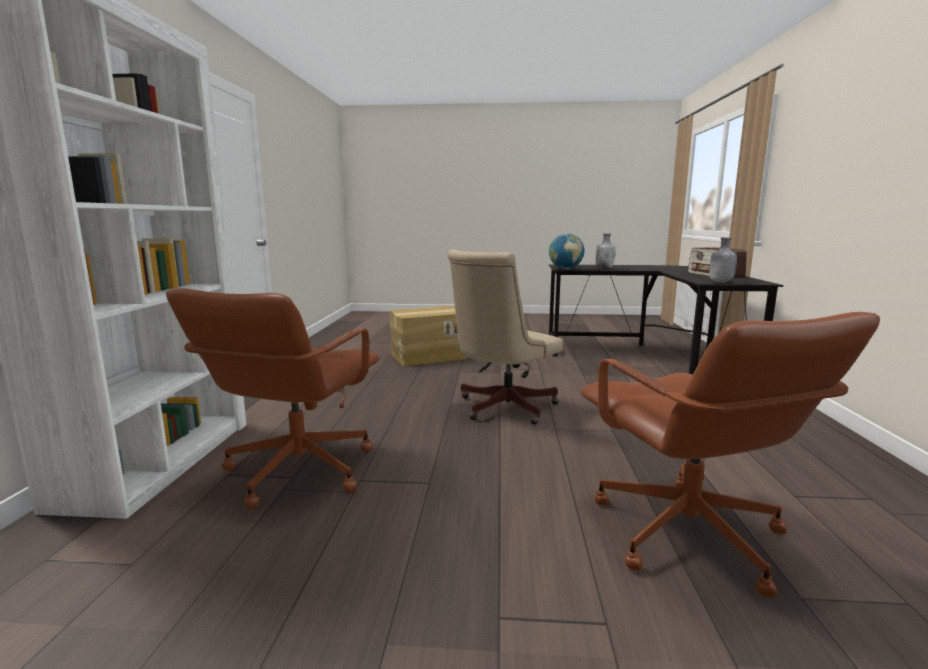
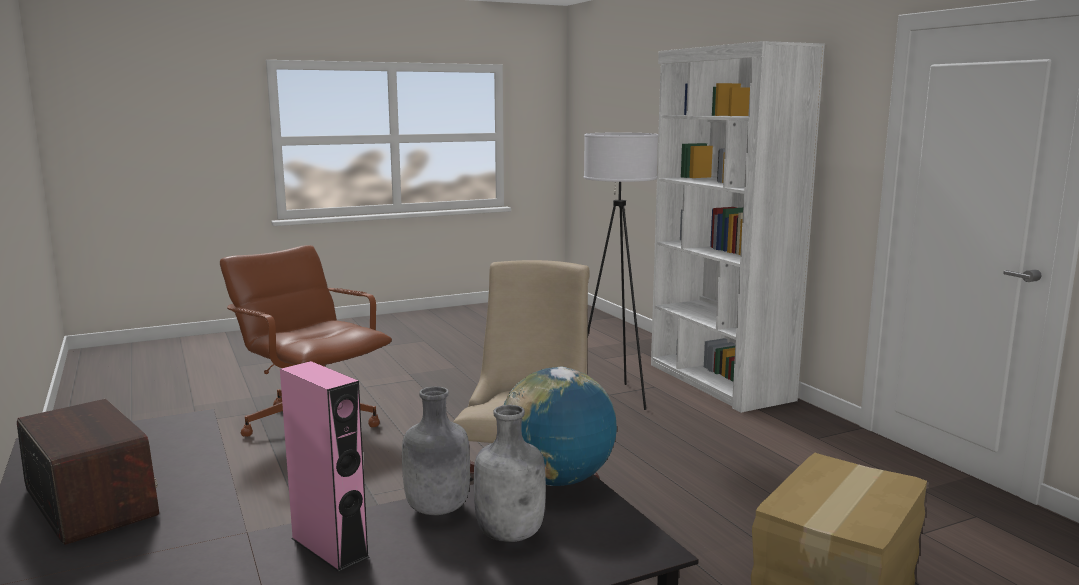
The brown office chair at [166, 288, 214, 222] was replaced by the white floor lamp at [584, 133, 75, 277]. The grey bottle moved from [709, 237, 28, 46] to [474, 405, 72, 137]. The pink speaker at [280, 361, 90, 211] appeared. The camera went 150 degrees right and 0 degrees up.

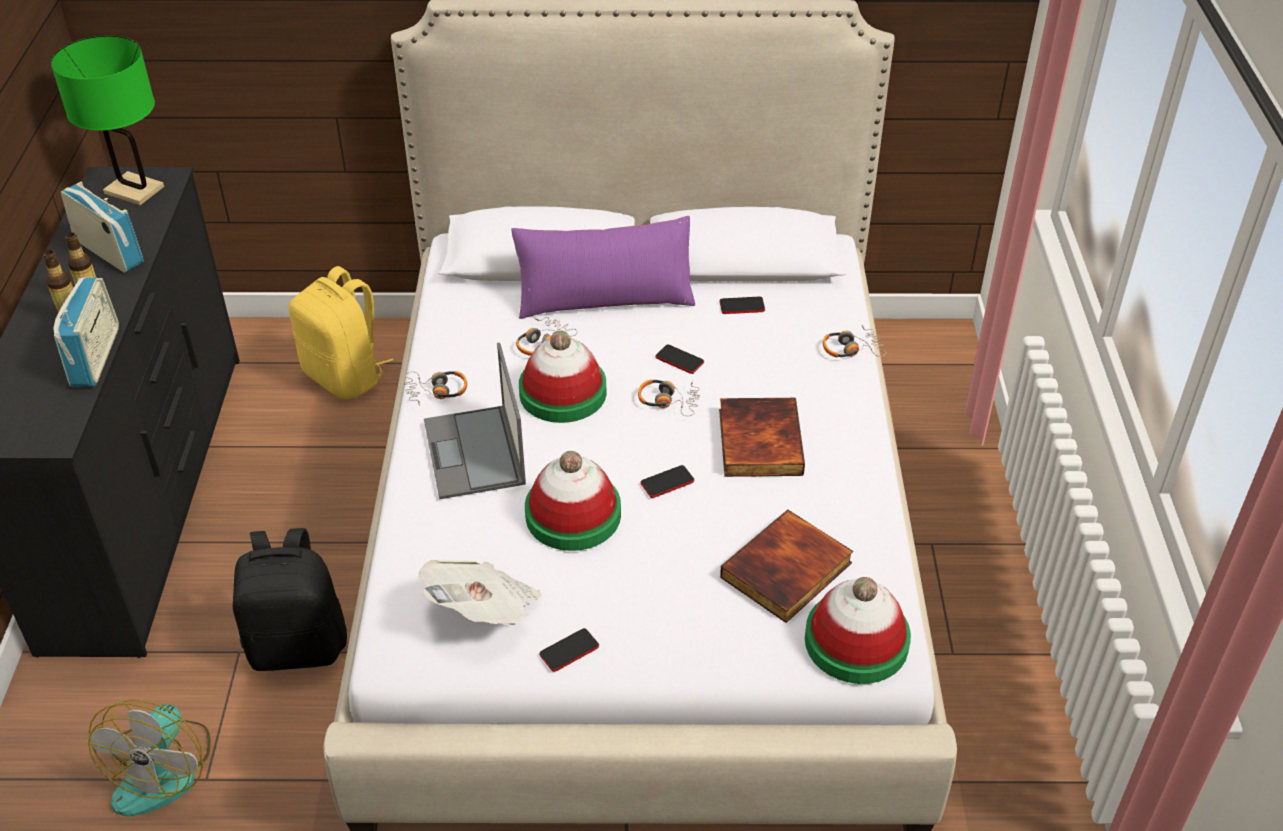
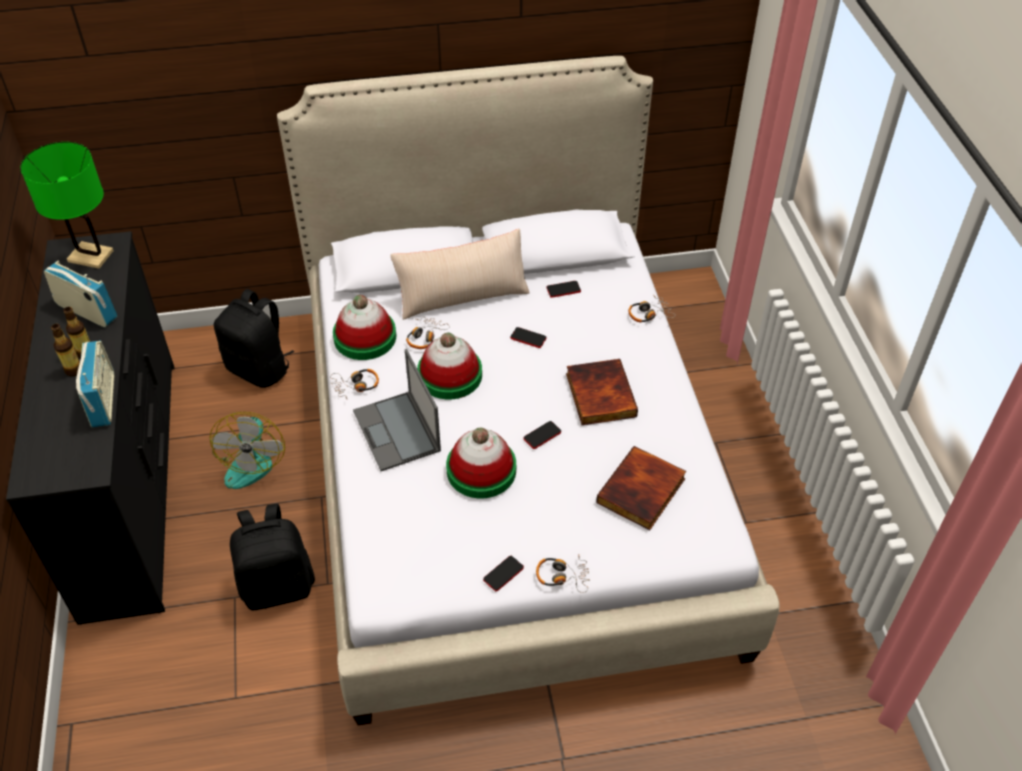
The fan moved from [88, 700, 123, 116] to [209, 412, 76, 77]. The yellow backpack at [289, 266, 105, 133] became the black backpack at [214, 289, 80, 99]. The newspaper at [418, 560, 124, 66] disappeared. The purple pillow at [511, 216, 184, 103] became the beige pillow at [390, 229, 140, 91]. The headphones moved from [638, 380, 62, 36] to [536, 556, 54, 37]. The hat moved from [805, 577, 106, 107] to [333, 295, 63, 65]. The camera went 10 degrees left and 5 degrees up.

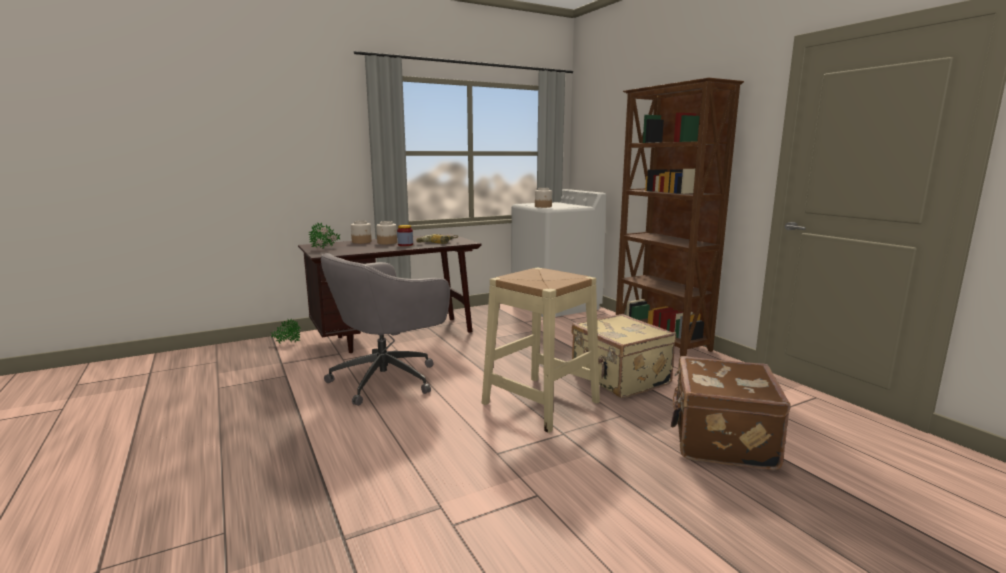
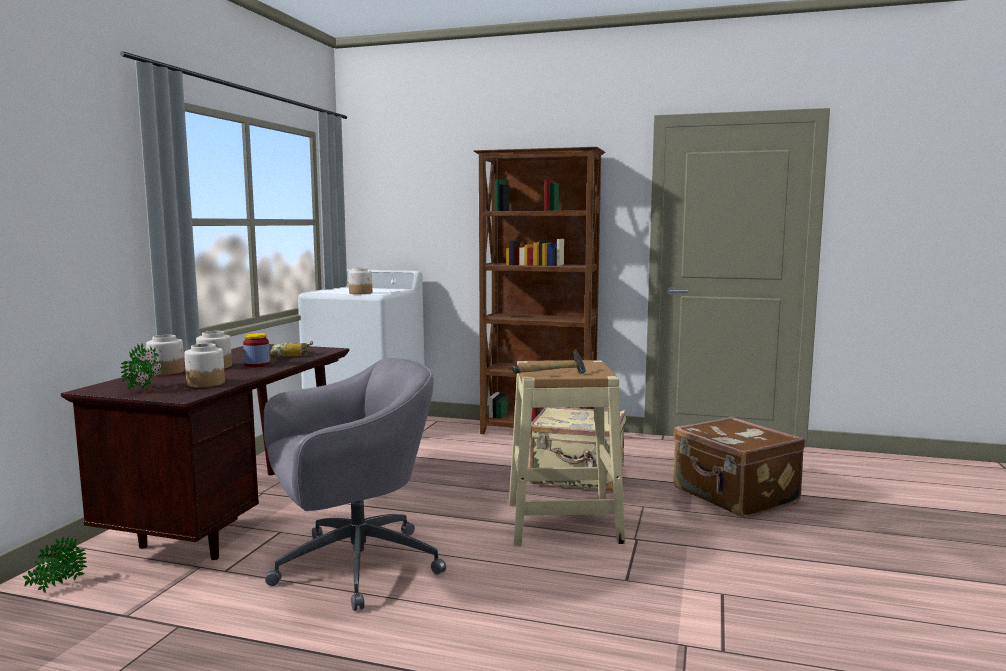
The grey office chair at [321, 253, 129, 153] turned 120 degrees counterclockwise. The jar at [184, 343, 41, 44] appeared. The hammer at [512, 349, 74, 25] appeared. The camera went 45 degrees left and 5 degrees down.

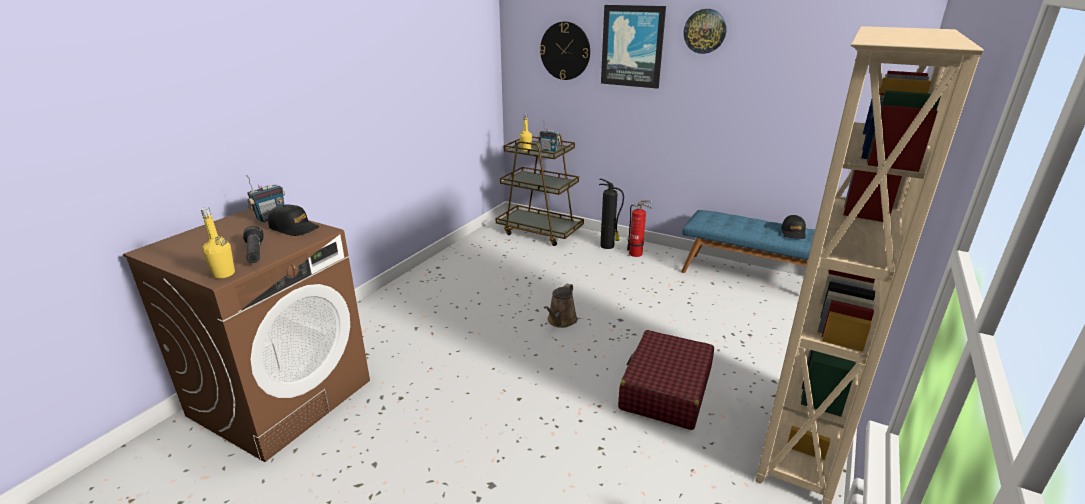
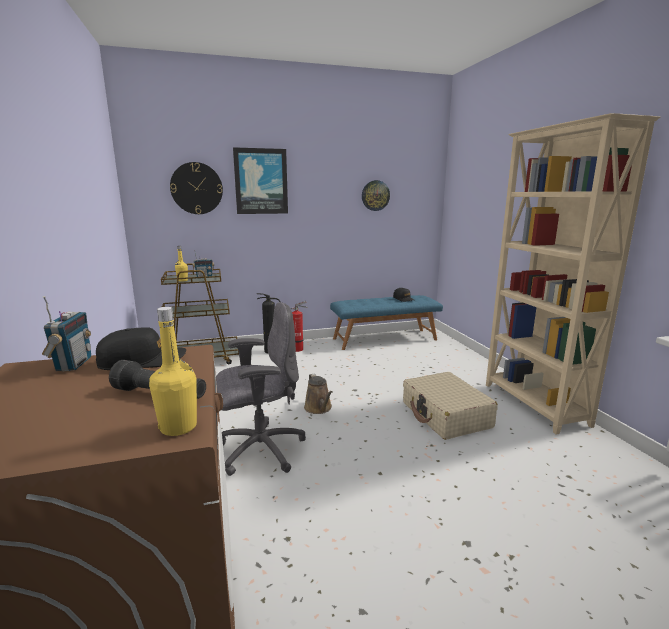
The red suitcase at [618, 330, 96, 100] became the beige suitcase at [403, 372, 95, 68]. The wall clock moved from [684, 9, 43, 45] to [362, 180, 28, 31]. The grey office chair at [216, 302, 90, 174] appeared. The camera went 45 degrees left and 10 degrees down.

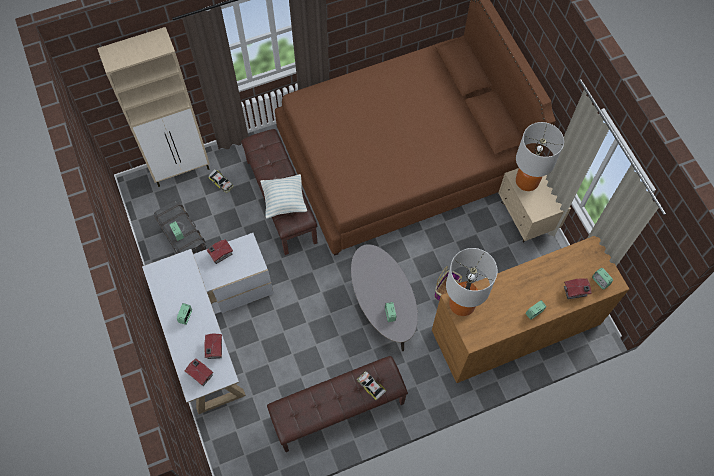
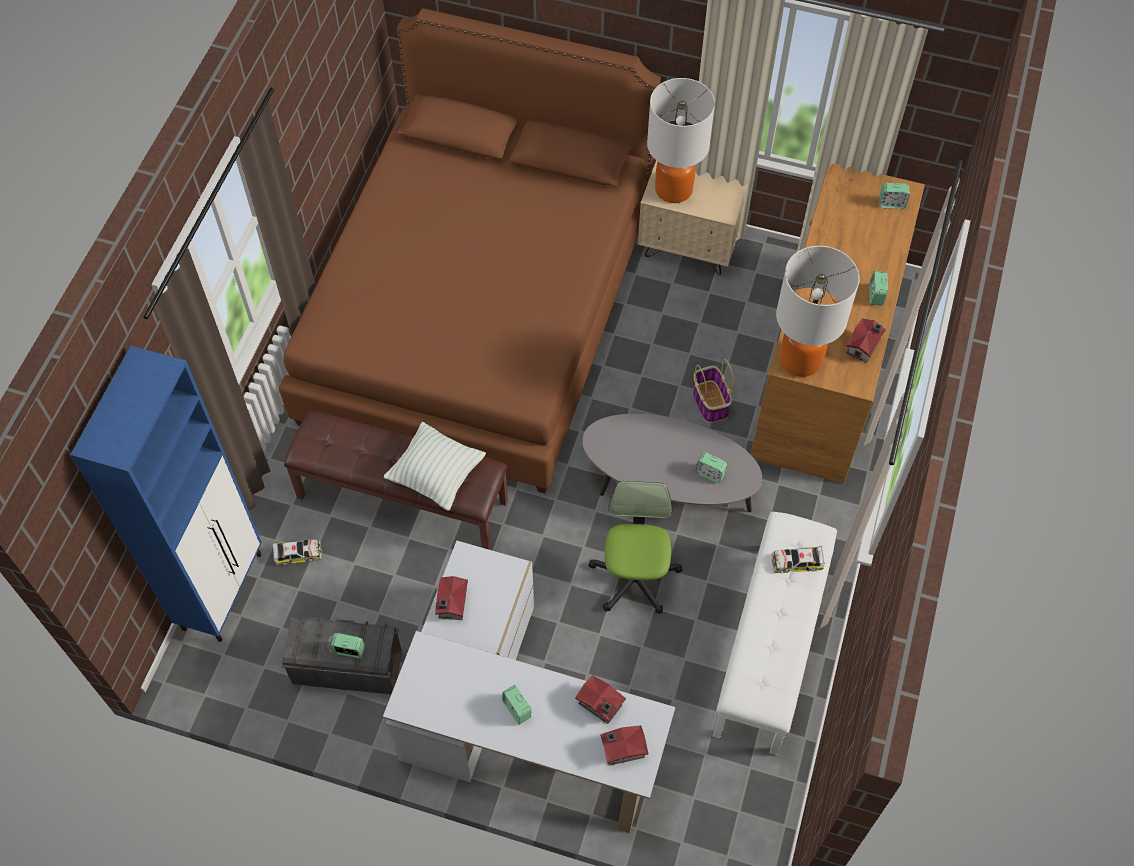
The beige cabinet at [97, 27, 113, 160] became the blue cabinet at [70, 346, 192, 296]. The brown bench at [267, 356, 141, 96] became the white bench at [712, 512, 125, 243]. The toy house moved from [564, 278, 28, 21] to [846, 318, 40, 45]. The office chair at [588, 481, 95, 133] appeared. The camera went 50 degrees left and 5 degrees down.

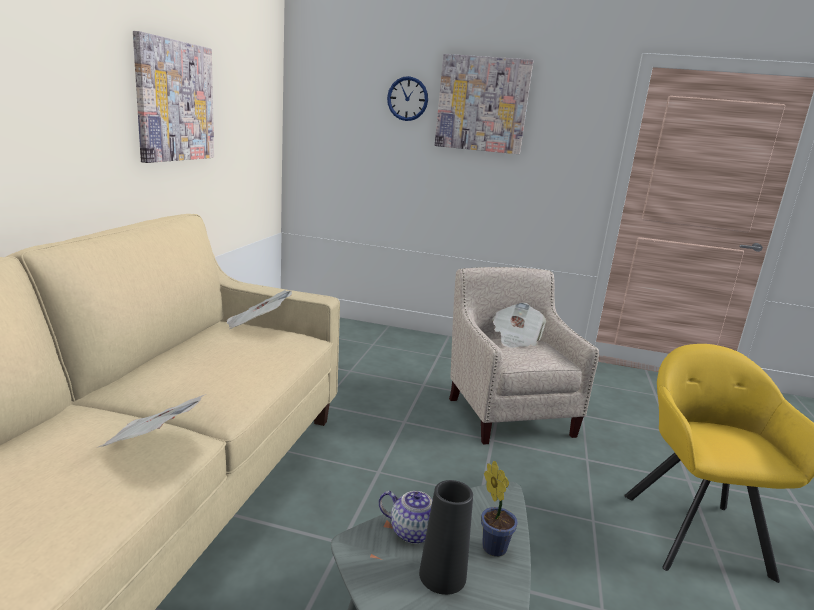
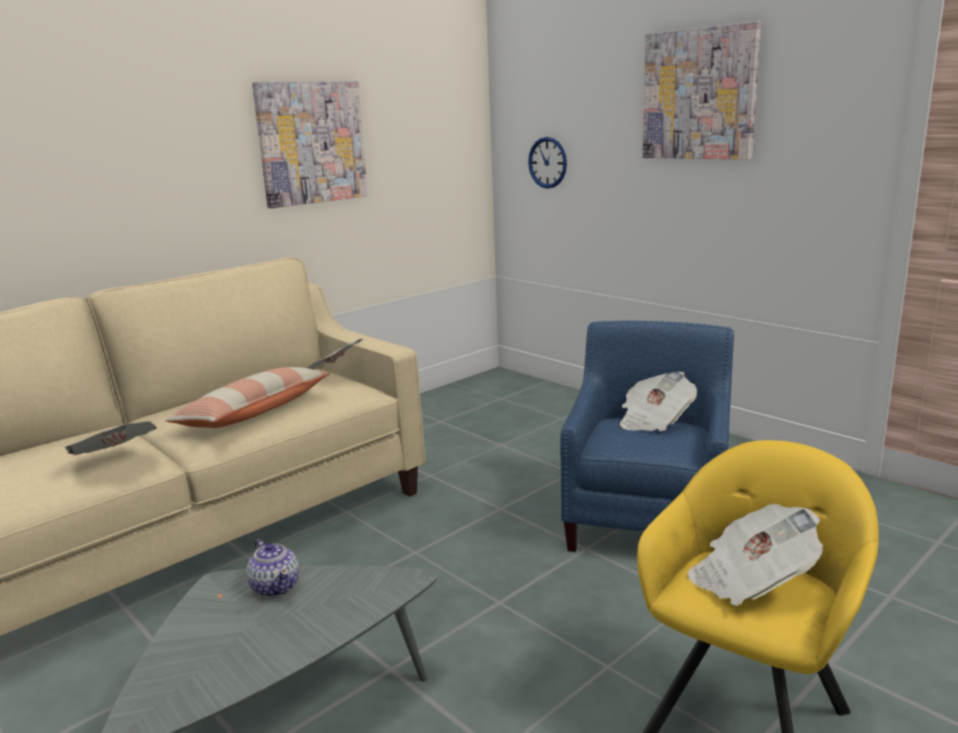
The wall clock moved from [387, 76, 41, 45] to [528, 137, 39, 52]. The black vase at [419, 480, 54, 115] disappeared. The beige armchair at [449, 267, 150, 178] became the blue armchair at [560, 320, 174, 232]. The potted plant at [481, 461, 37, 96] disappeared. The pillow at [166, 367, 164, 61] appeared. The newspaper at [687, 504, 136, 102] appeared. The camera went 35 degrees right and 0 degrees up.

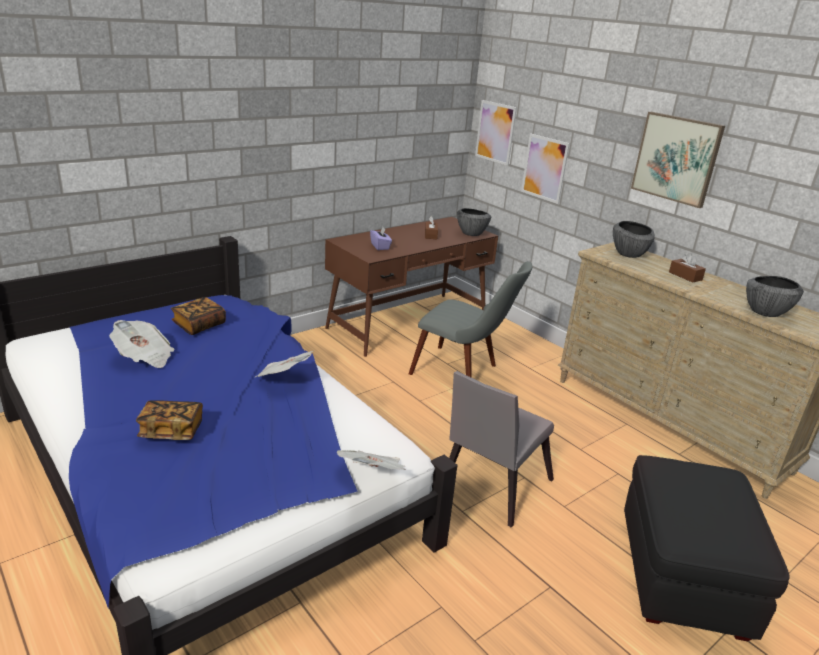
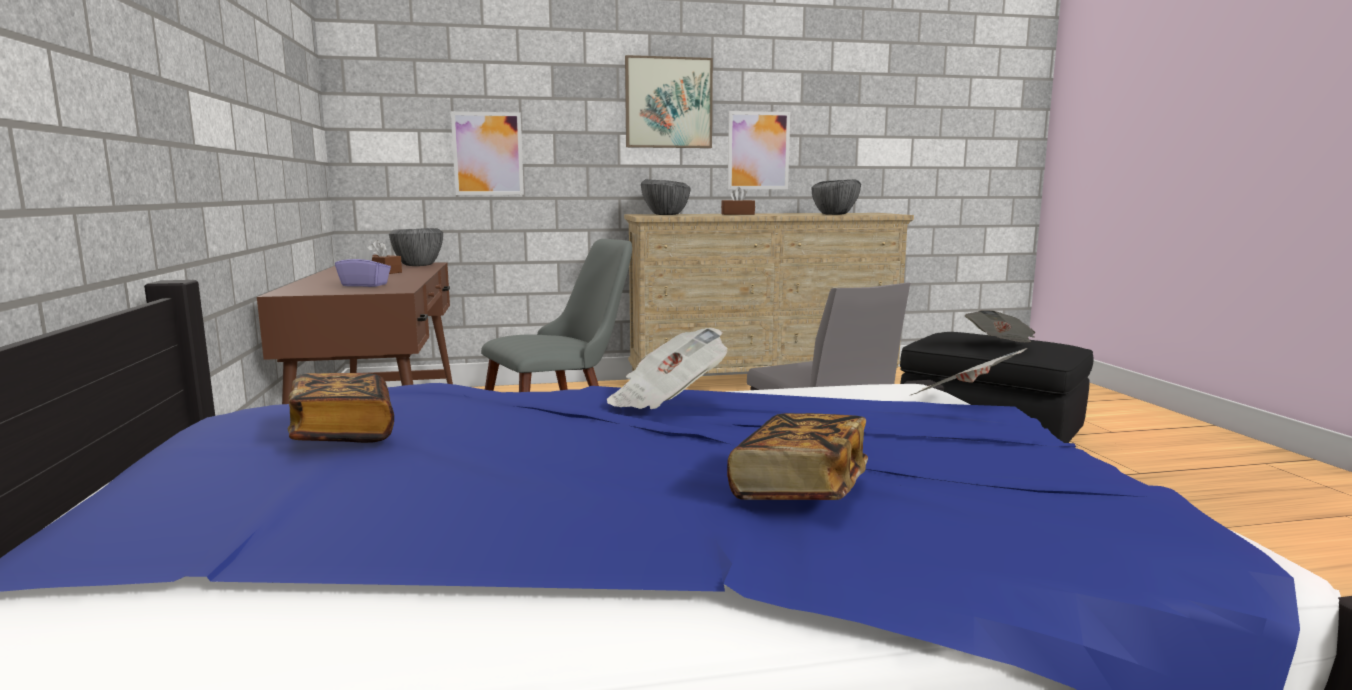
The newspaper moved from [109, 320, 65, 48] to [965, 310, 71, 32]. The picture moved from [475, 100, 42, 66] to [728, 111, 62, 78]. The camera went 60 degrees left and 15 degrees down.

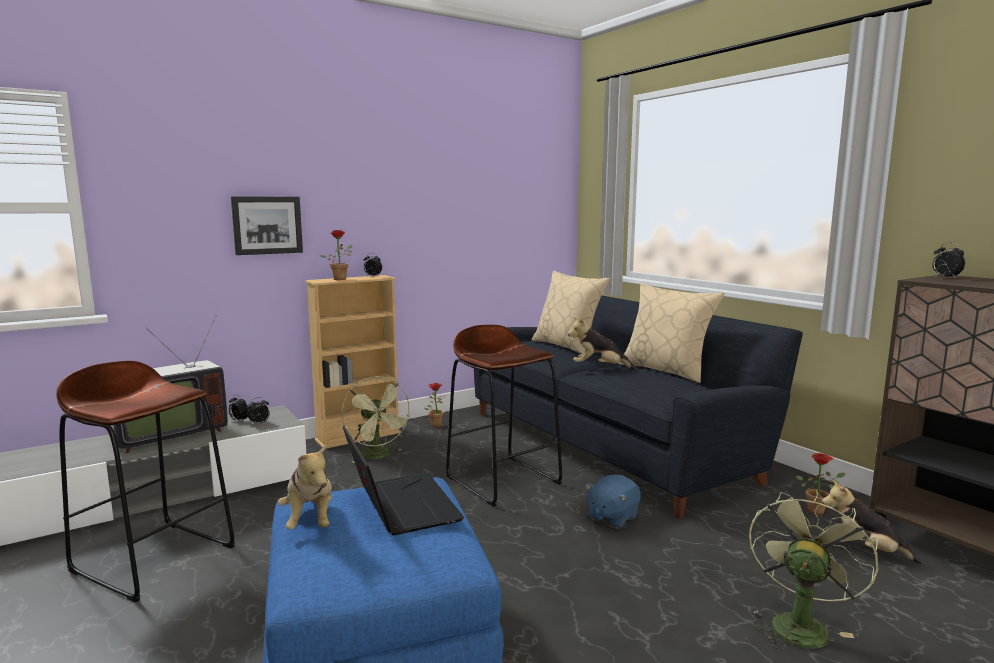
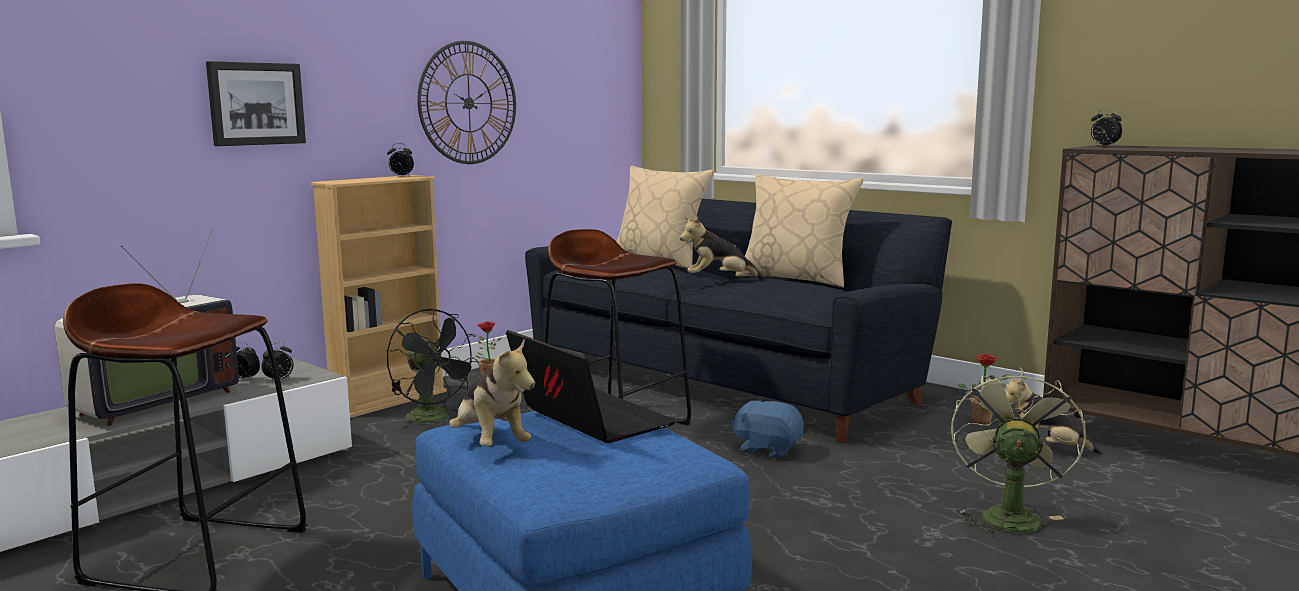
The potted plant at [319, 230, 33, 50] disappeared. The green fan at [342, 376, 70, 87] became the black fan at [387, 309, 92, 120]. The blue plush toy at [585, 474, 56, 55] turned 90 degrees clockwise. The wall clock at [417, 41, 99, 123] appeared. The camera went 15 degrees left and 0 degrees up.

